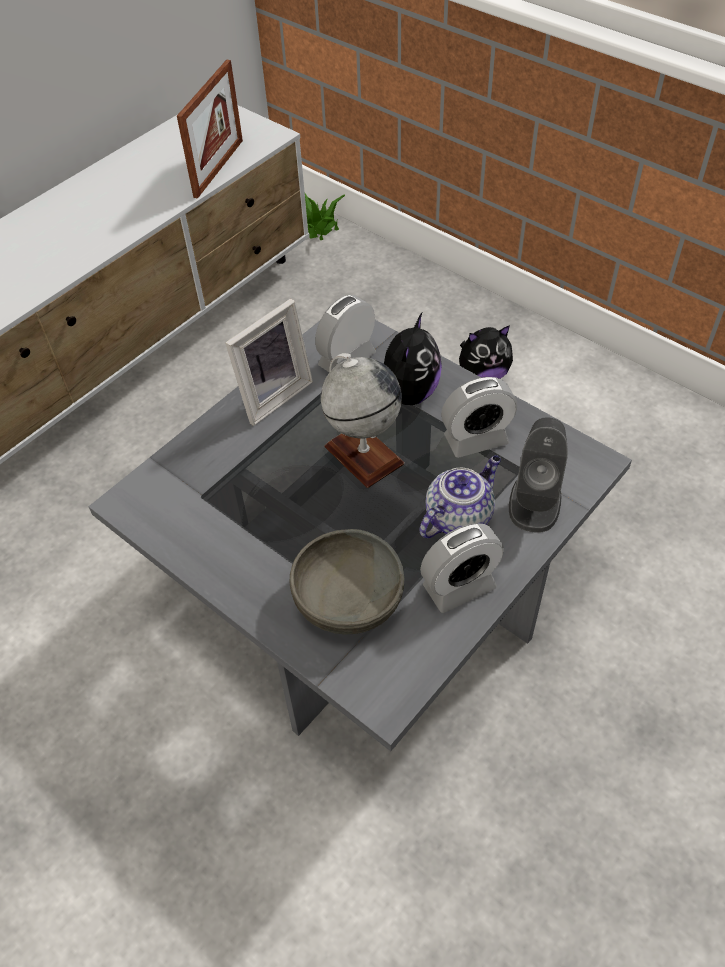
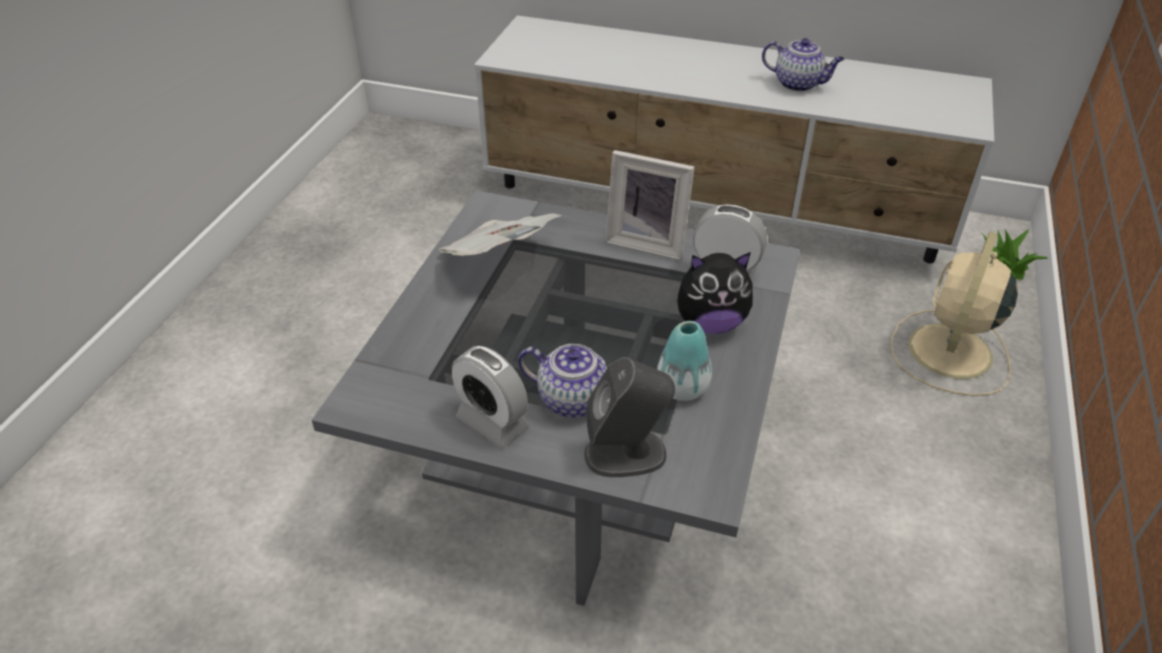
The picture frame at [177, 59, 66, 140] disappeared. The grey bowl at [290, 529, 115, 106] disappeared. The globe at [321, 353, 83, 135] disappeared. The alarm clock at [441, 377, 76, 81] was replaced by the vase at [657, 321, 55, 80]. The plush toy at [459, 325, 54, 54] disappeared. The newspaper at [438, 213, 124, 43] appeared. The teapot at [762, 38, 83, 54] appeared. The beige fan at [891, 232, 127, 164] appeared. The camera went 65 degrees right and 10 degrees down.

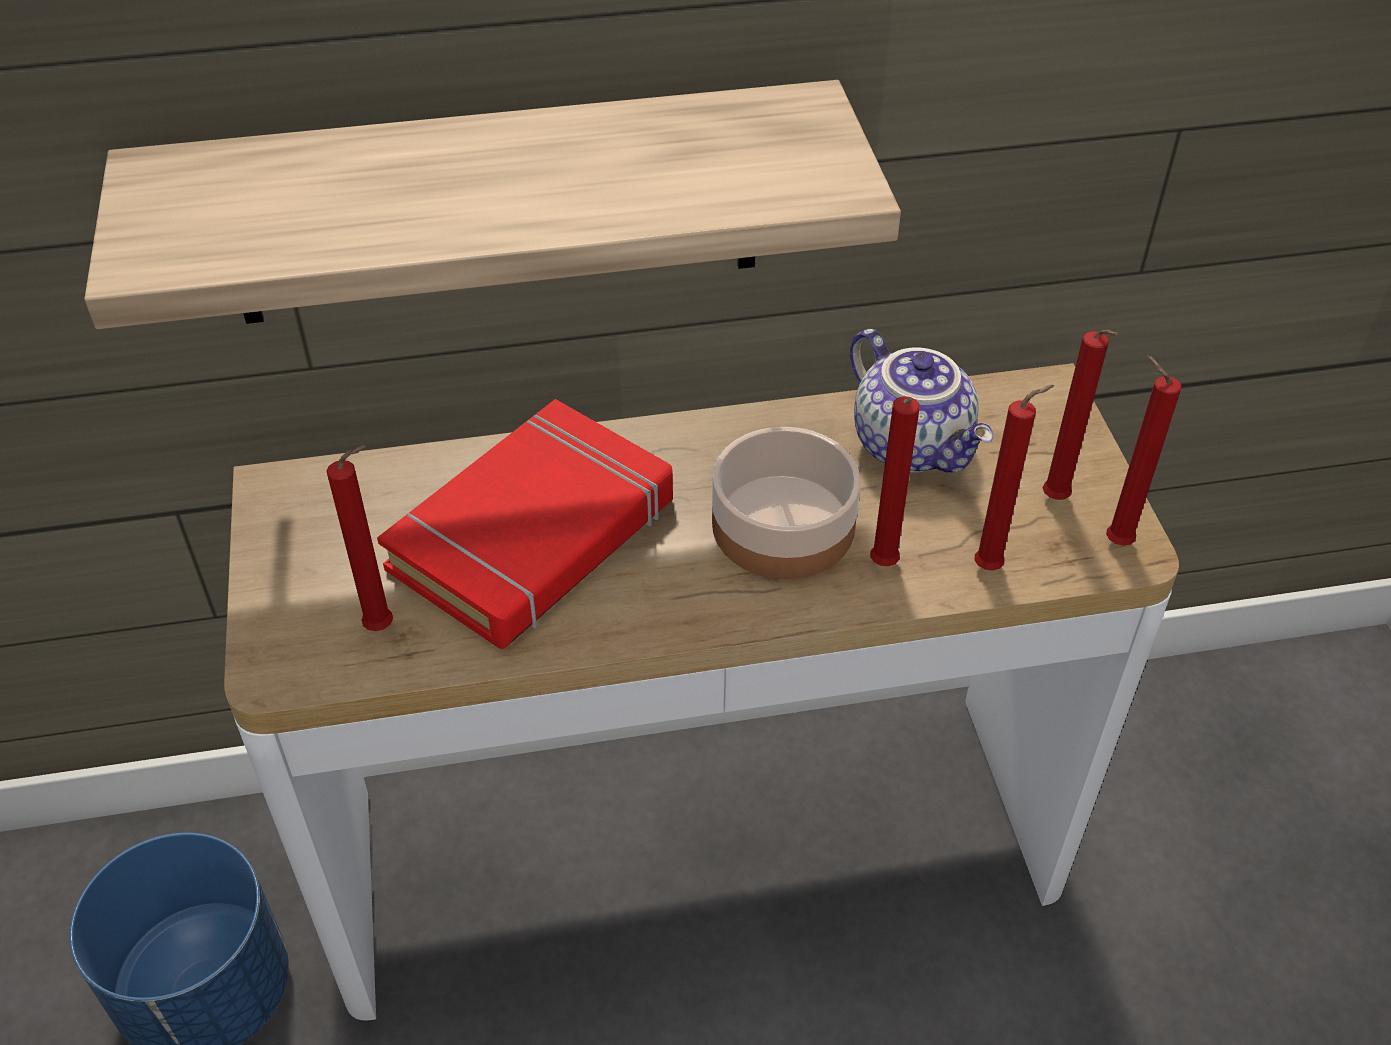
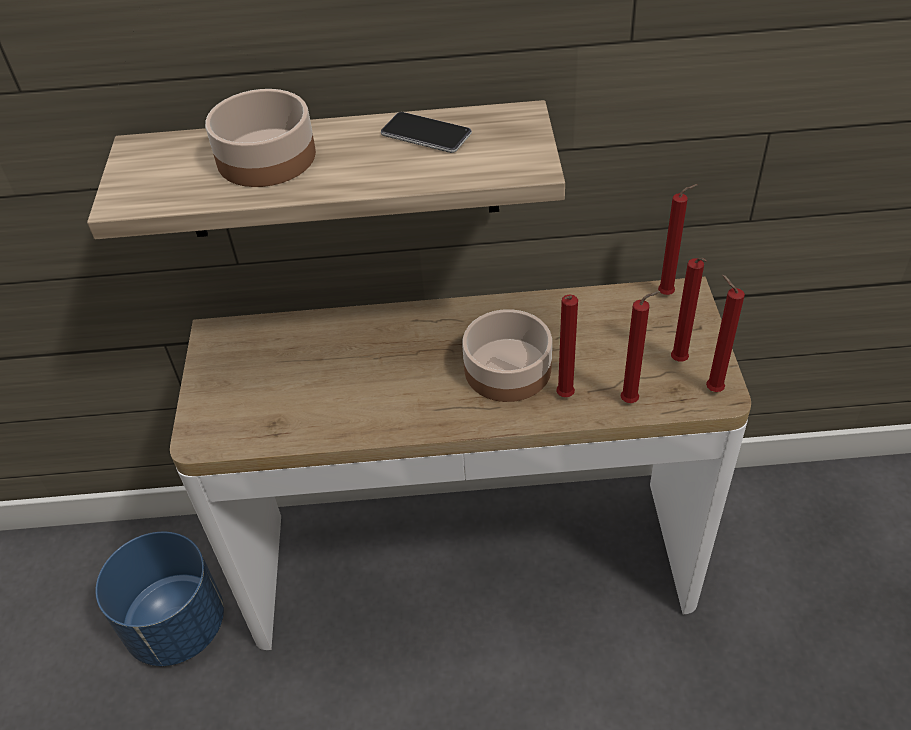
The red candle moved from [326, 446, 67, 185] to [658, 184, 40, 111]. The red book at [377, 399, 296, 250] disappeared. The teapot at [850, 329, 143, 144] disappeared. The bowl at [205, 89, 111, 98] appeared. The phone at [381, 112, 91, 41] appeared. The camera went 10 degrees right and 0 degrees up.

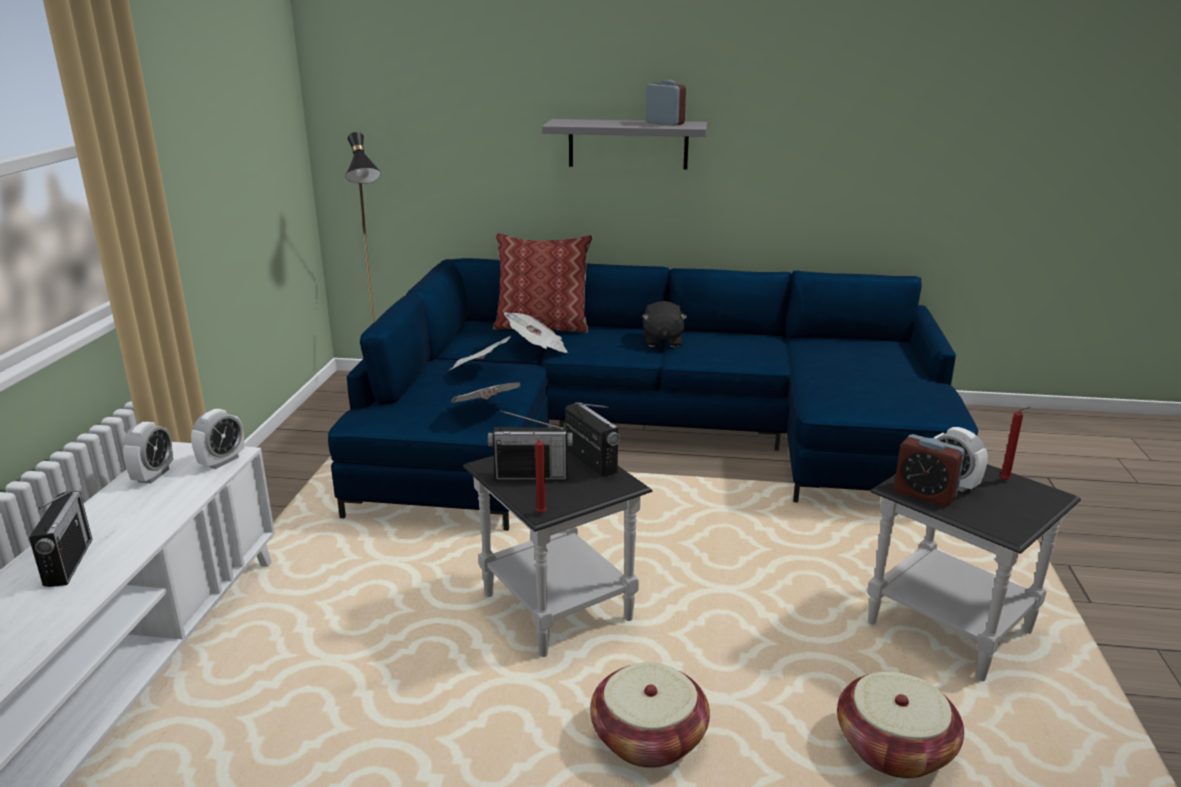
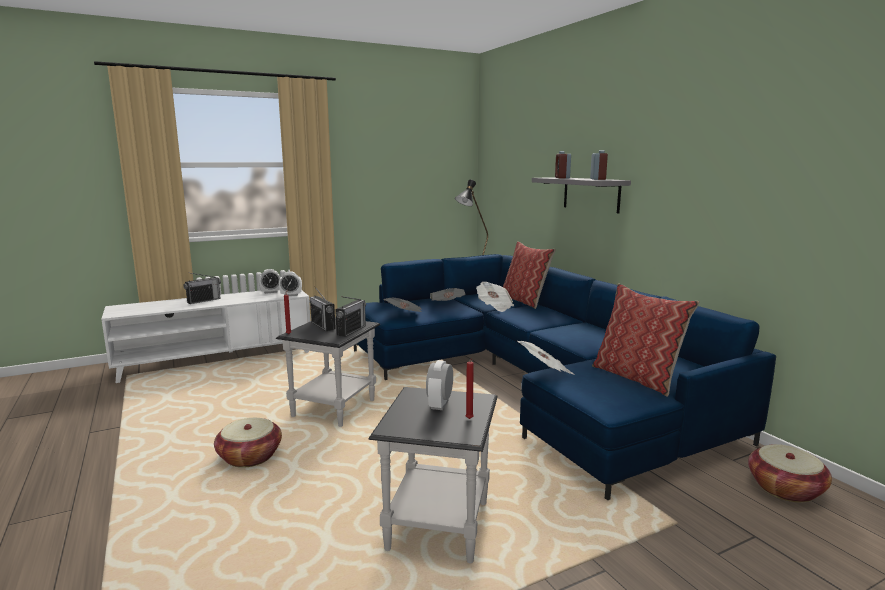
The black plush toy at [642, 301, 45, 46] disappeared. The basket moved from [837, 672, 127, 106] to [748, 444, 84, 59]. The alarm clock moved from [894, 434, 71, 72] to [555, 151, 16, 27]. The newspaper at [518, 341, 57, 34] appeared. The pillow at [592, 284, 108, 113] appeared. The camera went 55 degrees right and 10 degrees down.

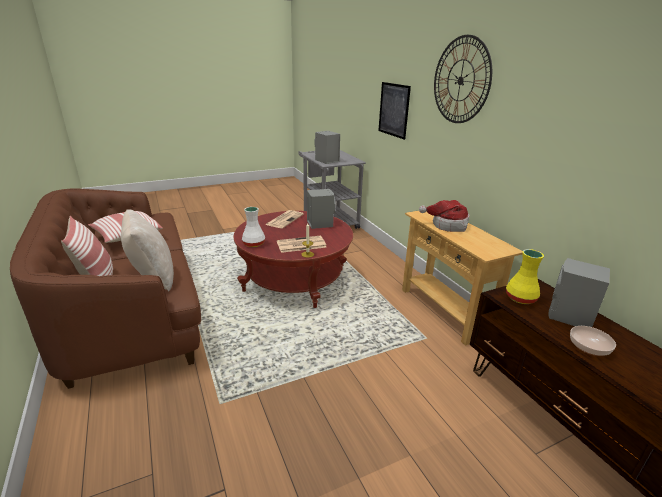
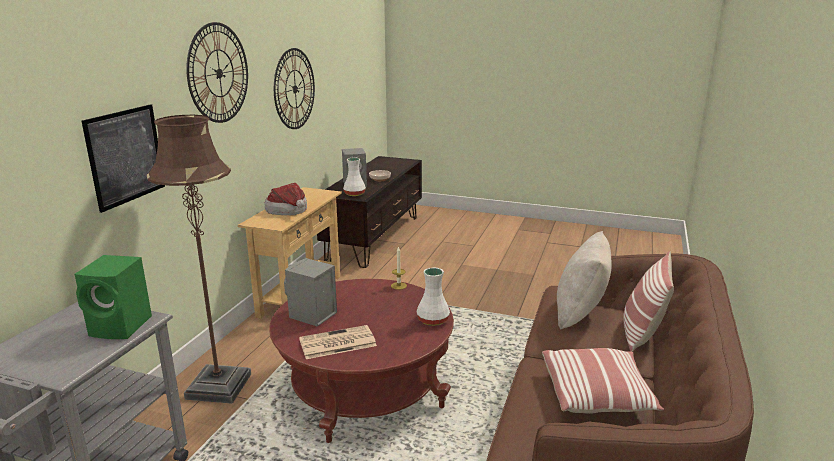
The newspaper at [277, 236, 49, 17] disappeared. The grey speaker at [315, 131, 25, 33] became the green speaker at [74, 255, 78, 84]. The yellow vase at [506, 249, 38, 55] became the white vase at [343, 158, 23, 38]. The brown floor lamp at [147, 115, 104, 289] appeared. The wall clock at [274, 48, 41, 81] appeared. The camera went 135 degrees left and 5 degrees down.

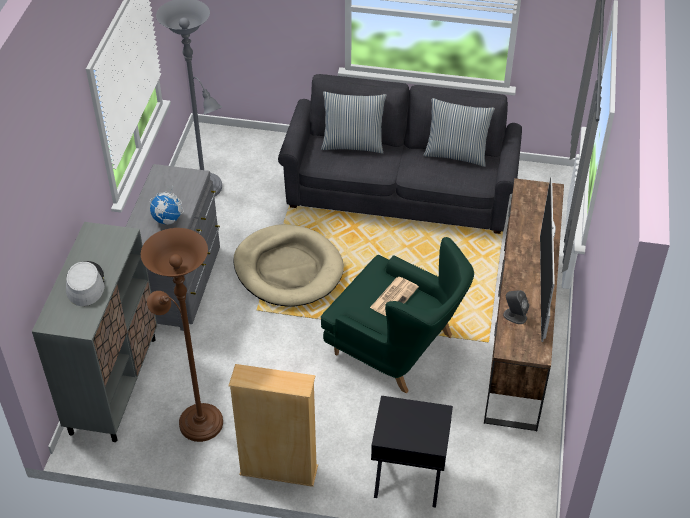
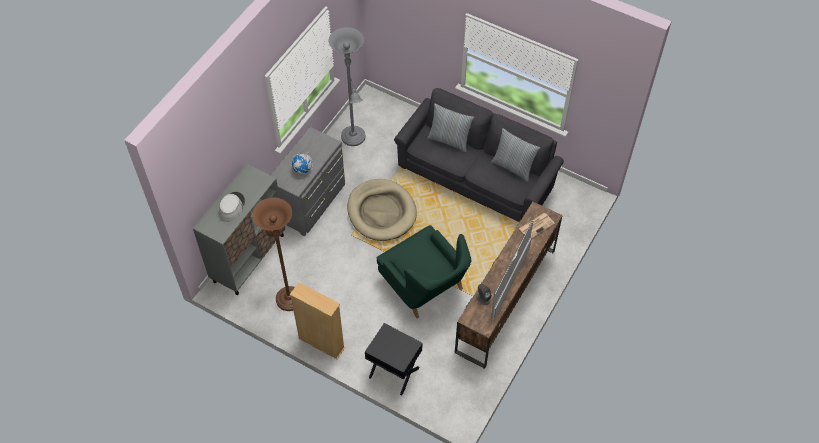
The newspaper moved from [370, 277, 49, 39] to [519, 213, 36, 26]. The camera went 20 degrees right and 10 degrees up.

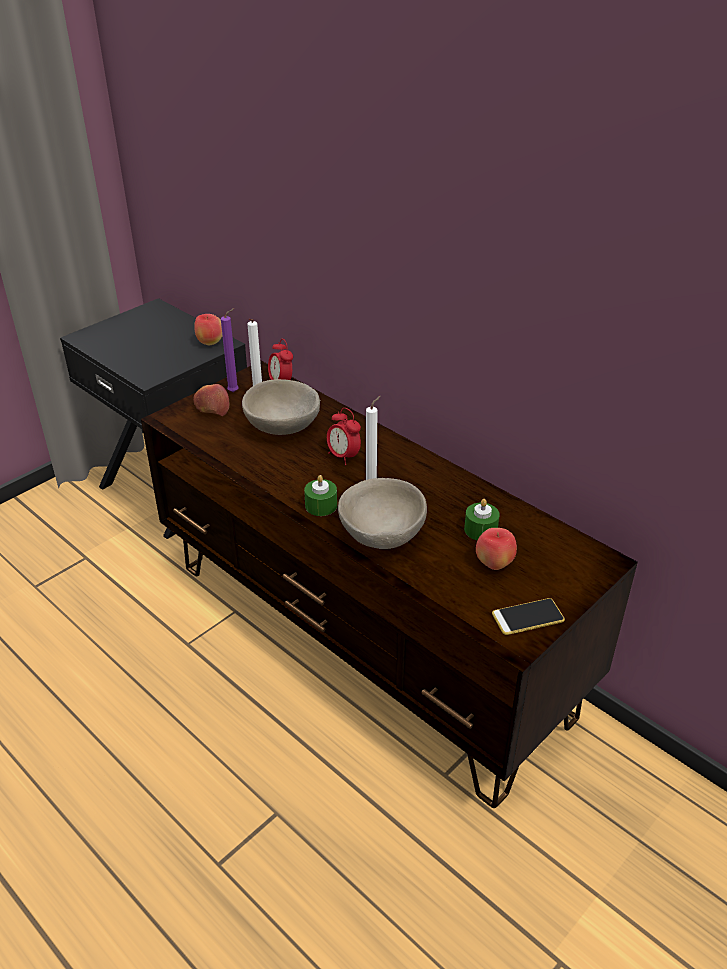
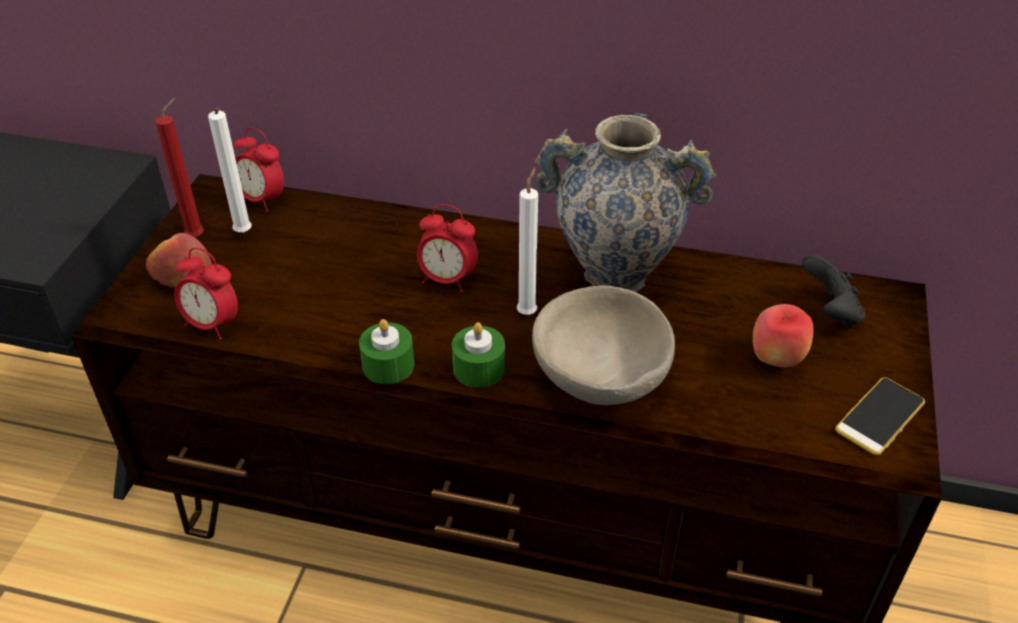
The apple at [194, 314, 28, 32] disappeared. The purple candle at [221, 308, 18, 84] became the red candle at [155, 98, 49, 140]. The beige bowl at [242, 379, 78, 56] disappeared. The green candle moved from [464, 499, 36, 42] to [359, 319, 55, 65]. The alarm clock at [174, 247, 64, 93] appeared. The vase at [535, 113, 181, 179] appeared. The black game controller at [802, 255, 63, 73] appeared. The camera went 30 degrees left and 5 degrees up.

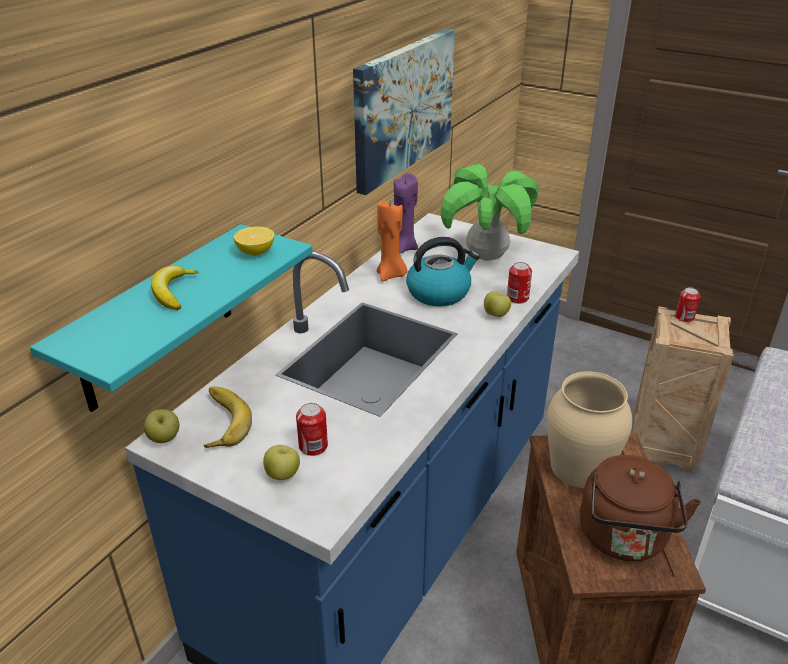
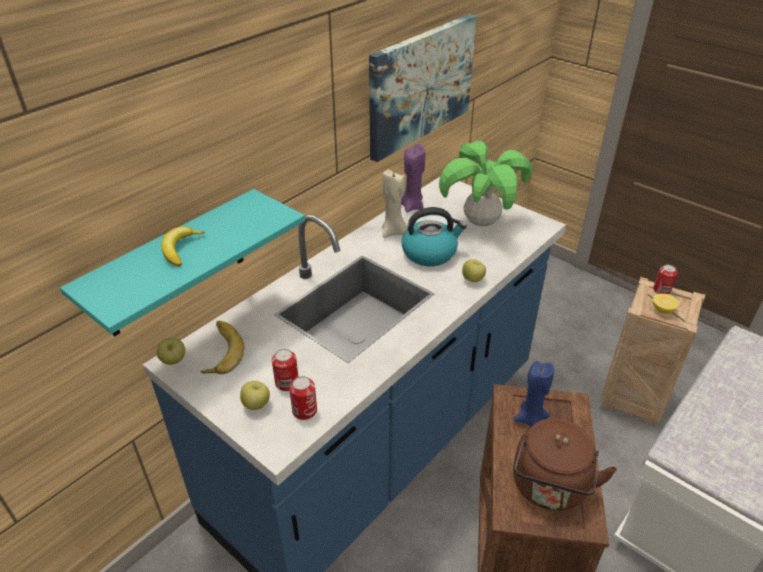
The lemon moved from [233, 227, 41, 29] to [653, 293, 26, 20]. The orange candle at [377, 201, 30, 81] became the beige candle at [382, 169, 26, 69]. The can moved from [507, 262, 25, 42] to [289, 376, 28, 44]. The beige vase at [547, 371, 85, 117] was replaced by the blue candle at [514, 361, 40, 66]. The camera went 10 degrees right and 5 degrees up.

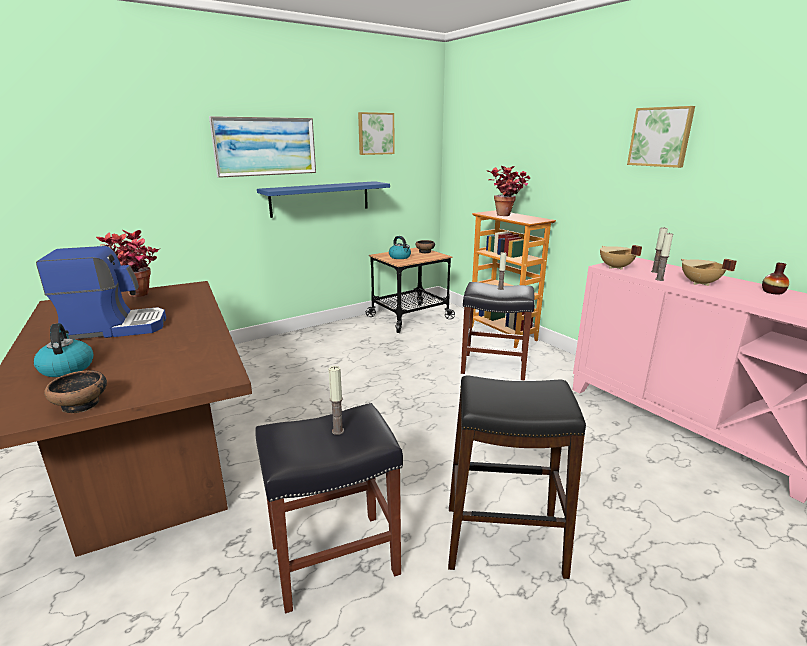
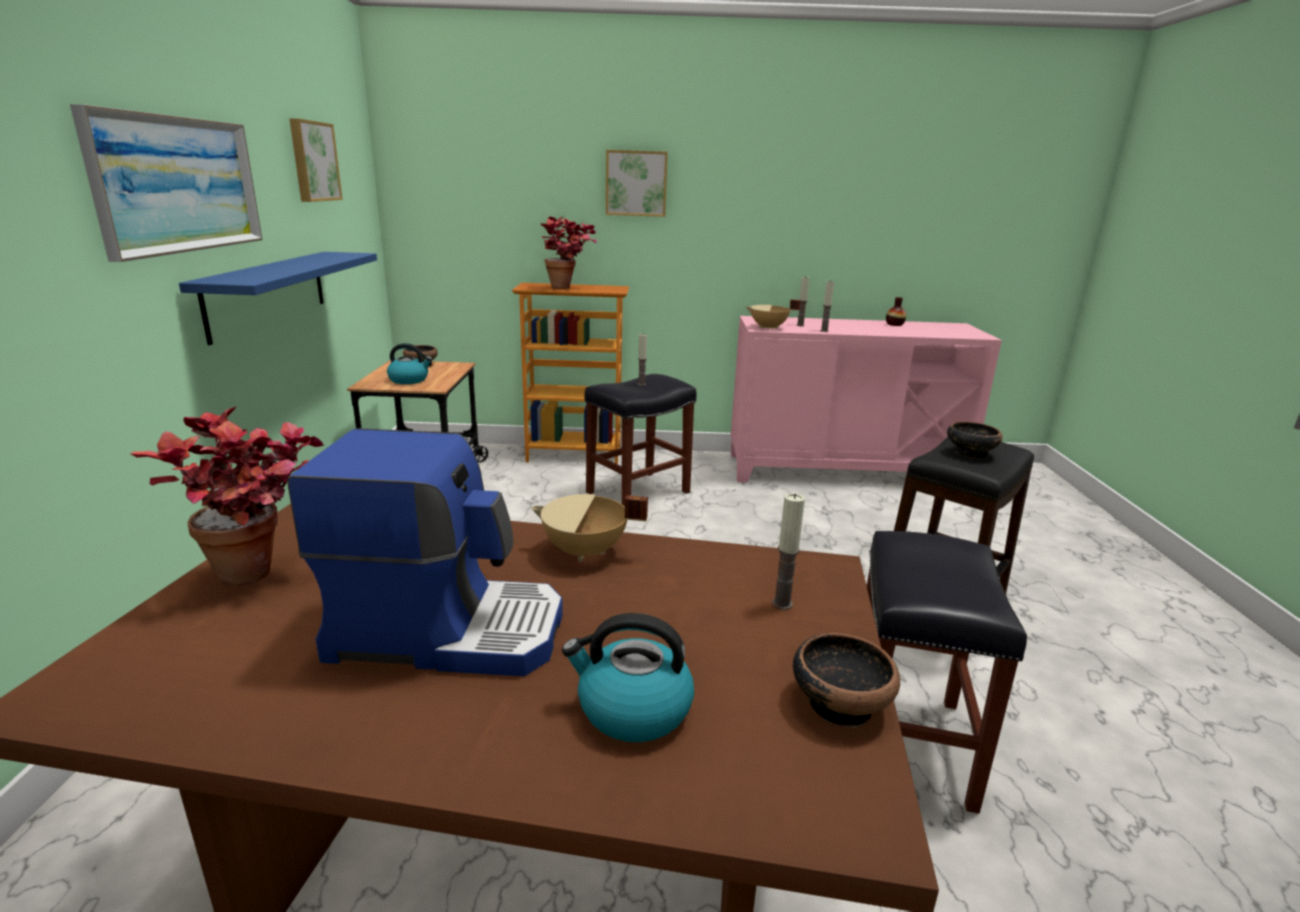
The coffee machine at [36, 246, 130, 93] turned 75 degrees clockwise. The candle moved from [328, 366, 16, 69] to [772, 493, 33, 117]. The picture moved from [627, 106, 68, 62] to [606, 150, 62, 67]. The beige cooking pot moved from [681, 259, 56, 27] to [531, 494, 117, 68]. The bowl at [947, 421, 56, 38] appeared. The camera went 55 degrees left and 0 degrees up.

